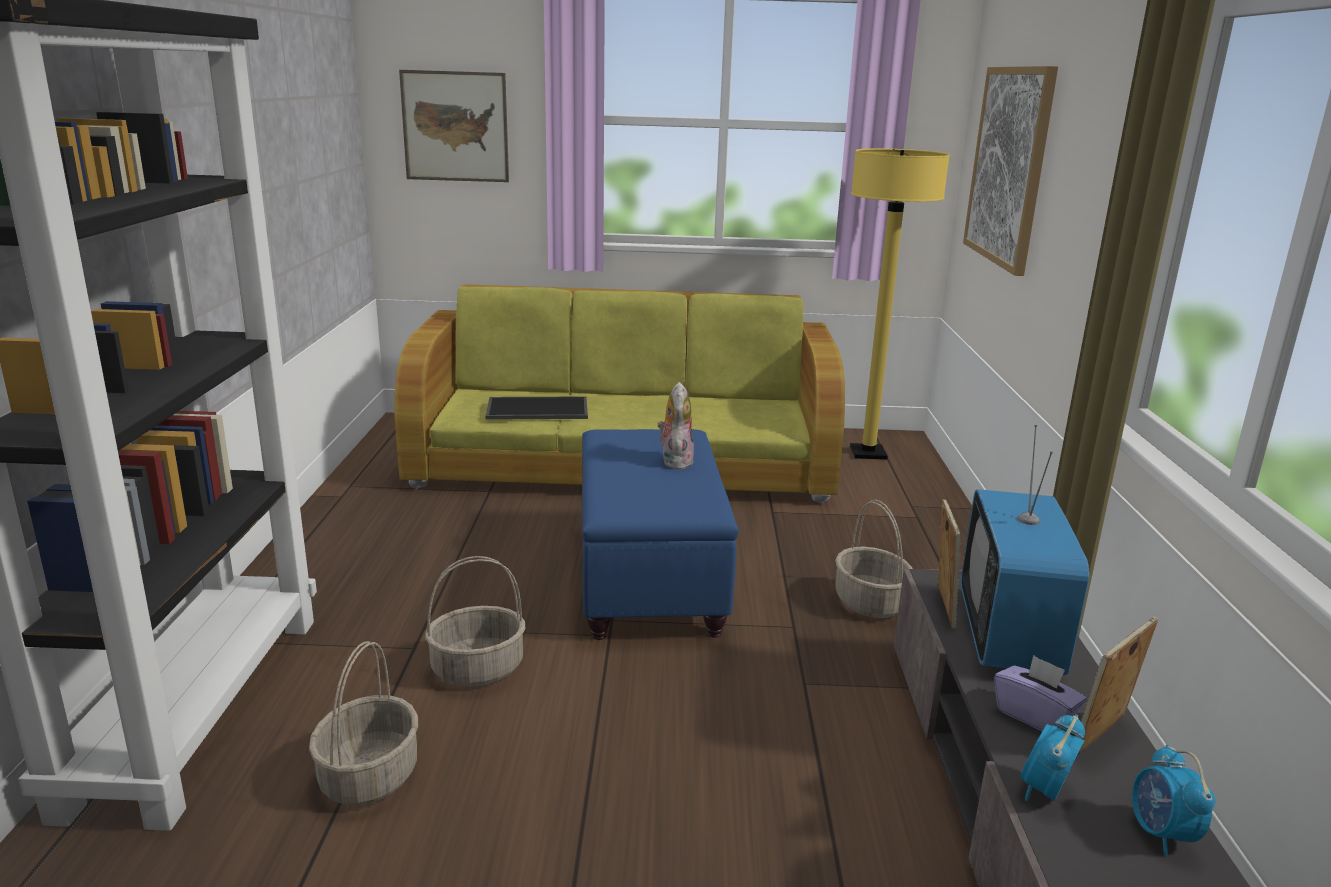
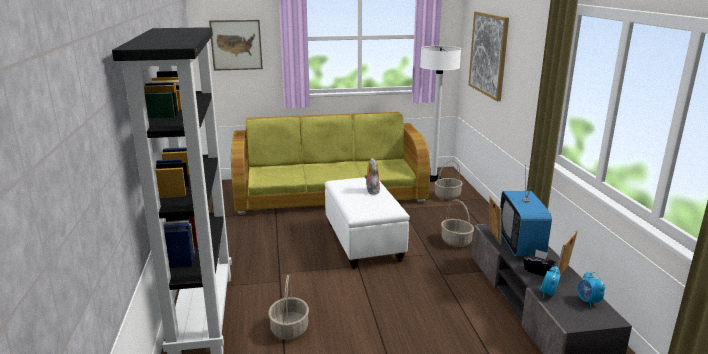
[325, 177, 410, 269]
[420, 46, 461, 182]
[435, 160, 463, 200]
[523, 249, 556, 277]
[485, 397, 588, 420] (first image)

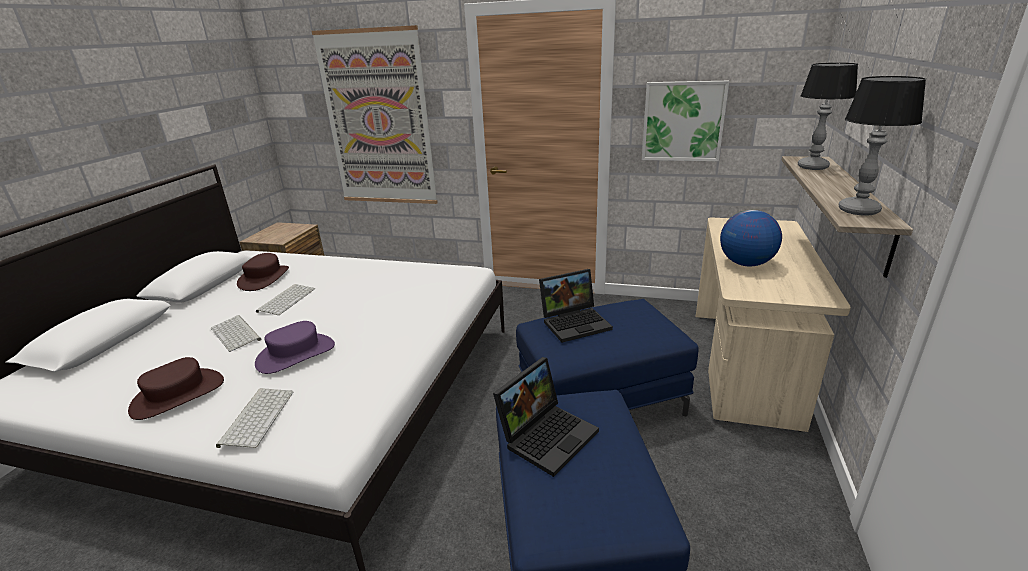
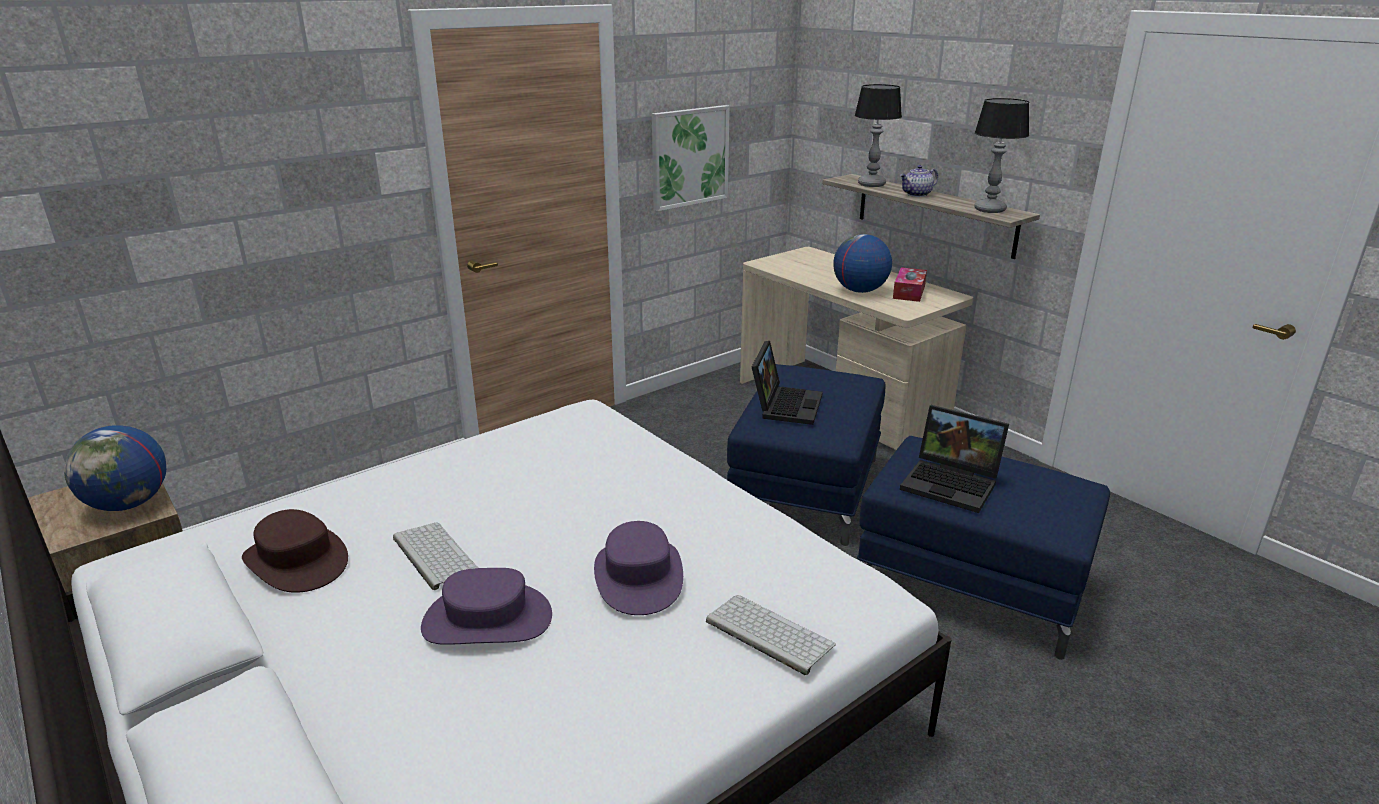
[64, 425, 166, 511]
[421, 568, 552, 645]
[893, 267, 927, 302]
[900, 165, 938, 197]
[900, 405, 1009, 513]
[128, 357, 224, 420] (first image)
[312, 25, 438, 204] (first image)

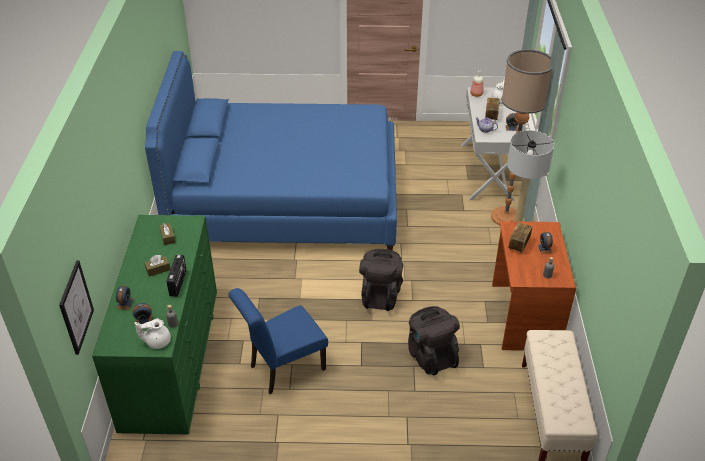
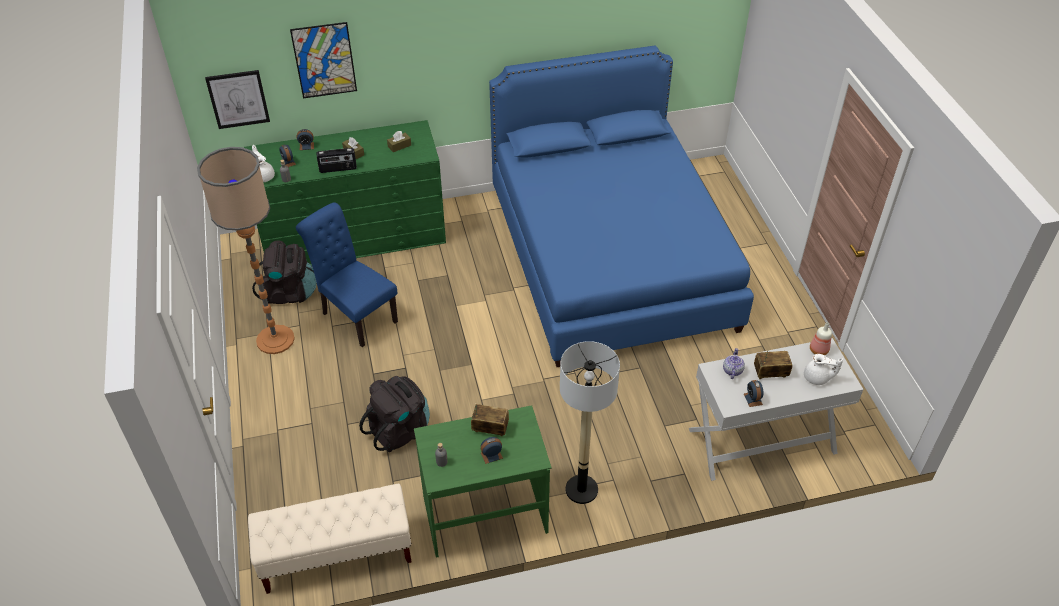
[197, 147, 295, 354]
[252, 240, 317, 304]
[290, 22, 357, 99]
[414, 405, 552, 558]

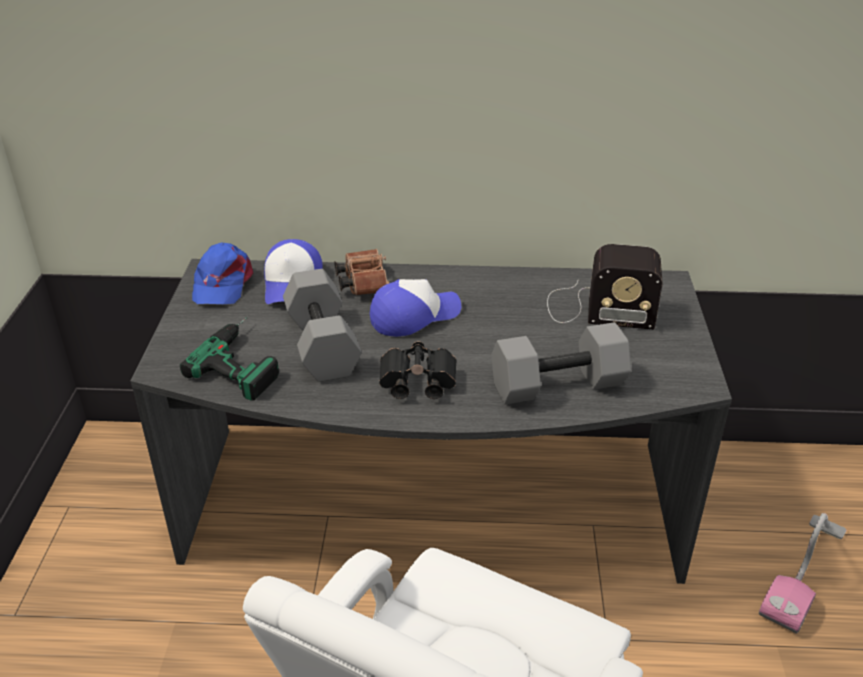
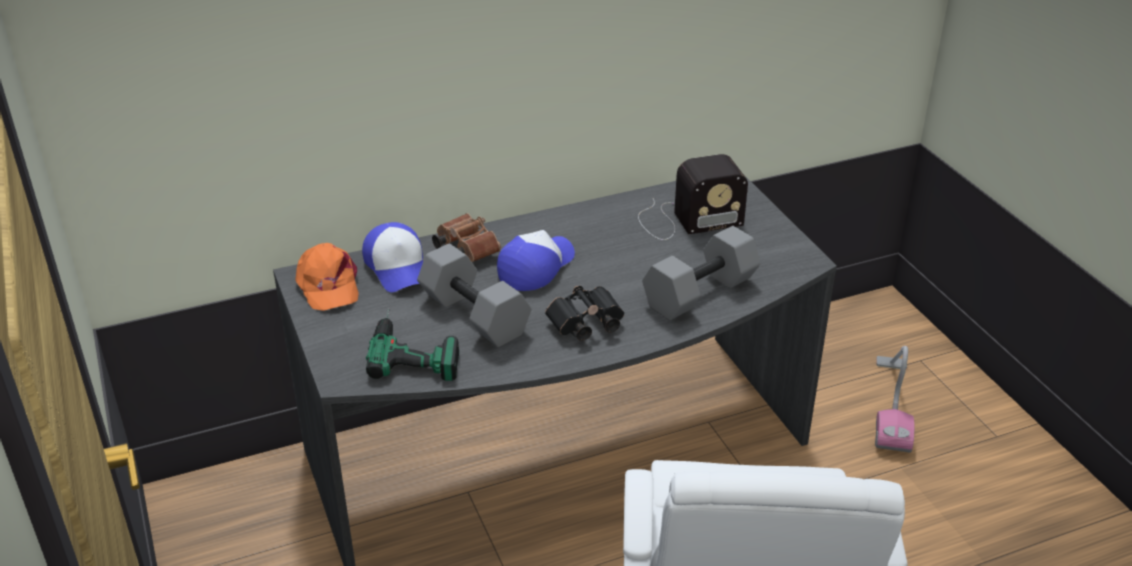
[295, 243, 359, 311]

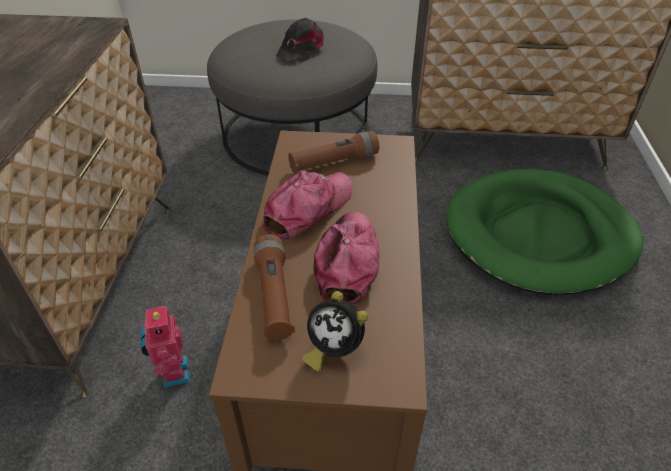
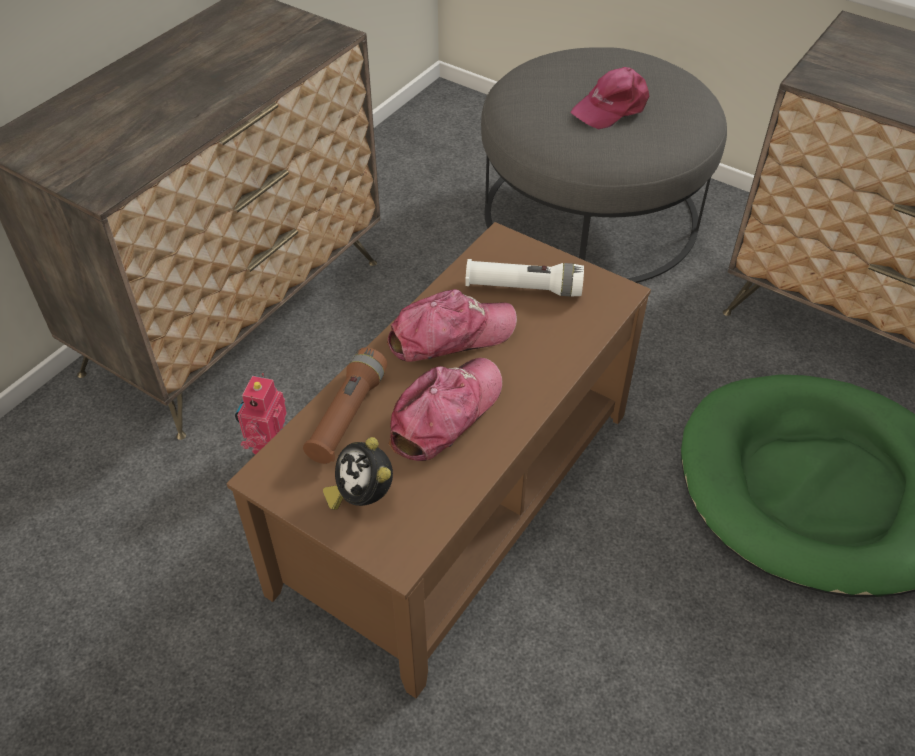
[465, 259, 584, 297]
[571, 67, 649, 129]

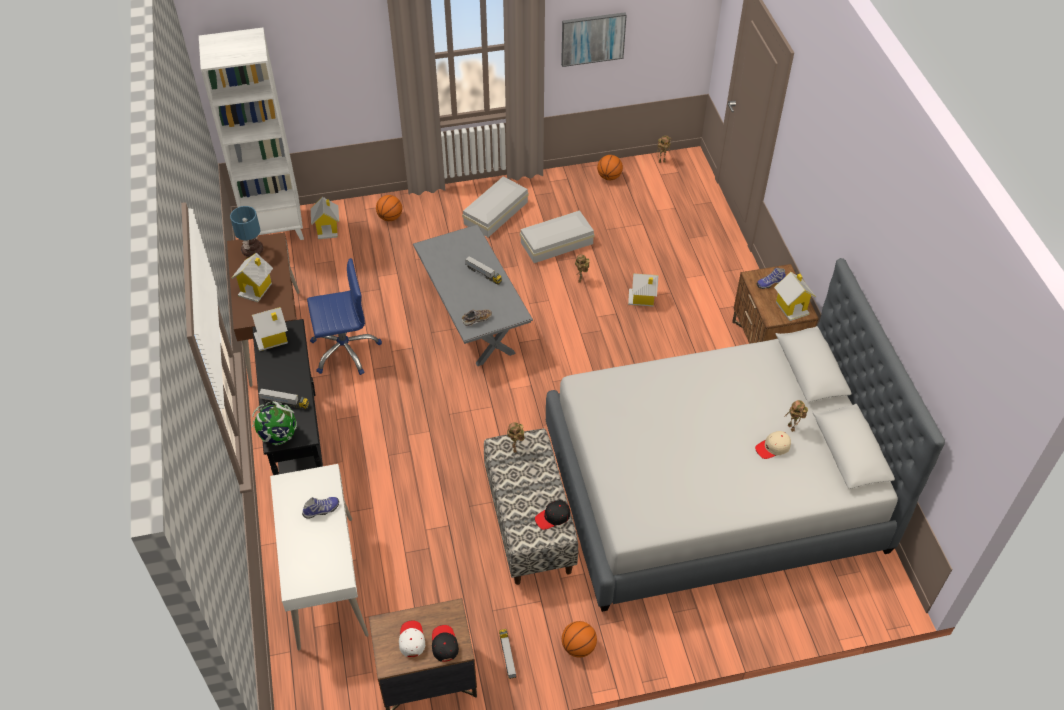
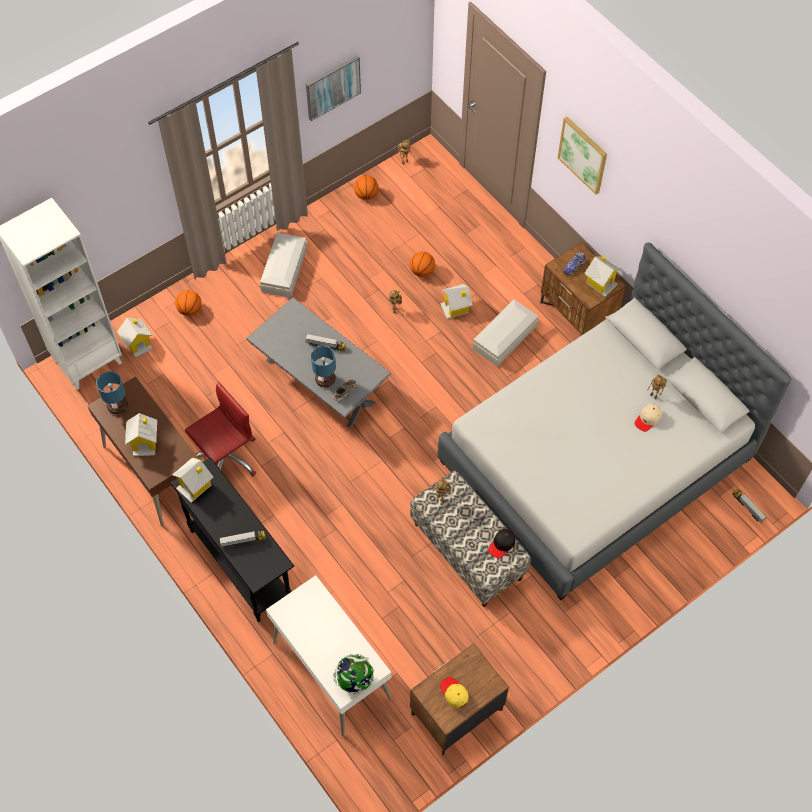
[185, 382, 256, 477]
[311, 345, 336, 387]
[333, 654, 374, 694]
[410, 252, 435, 277]
[440, 677, 468, 708]
[472, 299, 539, 367]
[558, 117, 607, 195]
[732, 489, 767, 523]
[302, 497, 339, 519] (first image)
[432, 625, 459, 662] (first image)

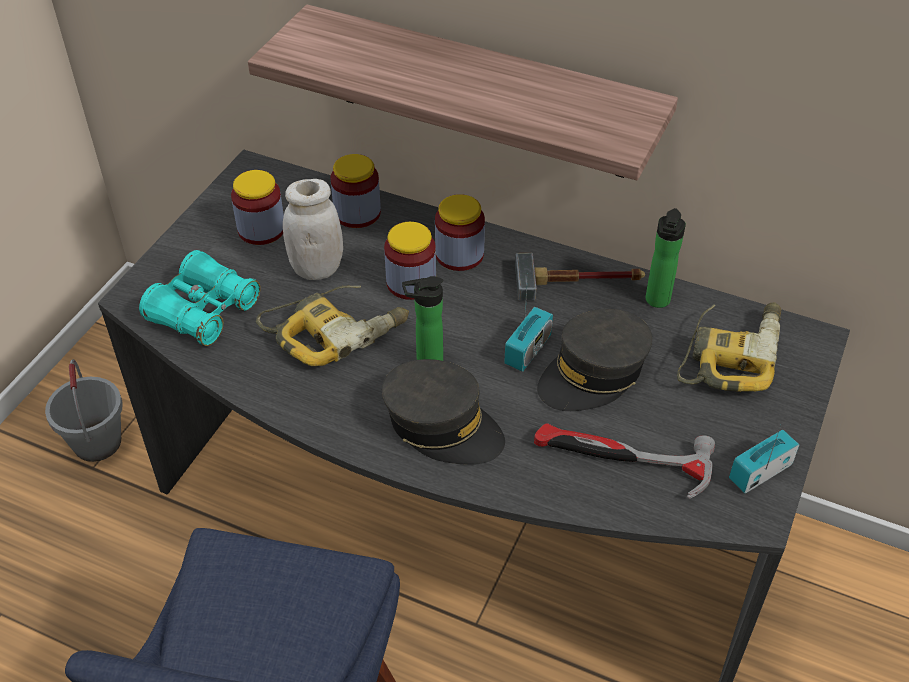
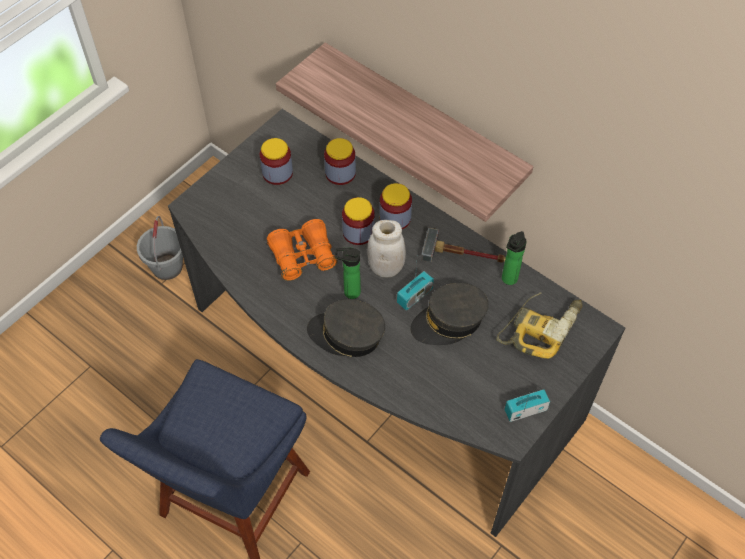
[267, 219, 337, 281]
[307, 299, 385, 357]
[367, 220, 406, 277]
[139, 250, 261, 346] (first image)
[534, 423, 715, 499] (first image)

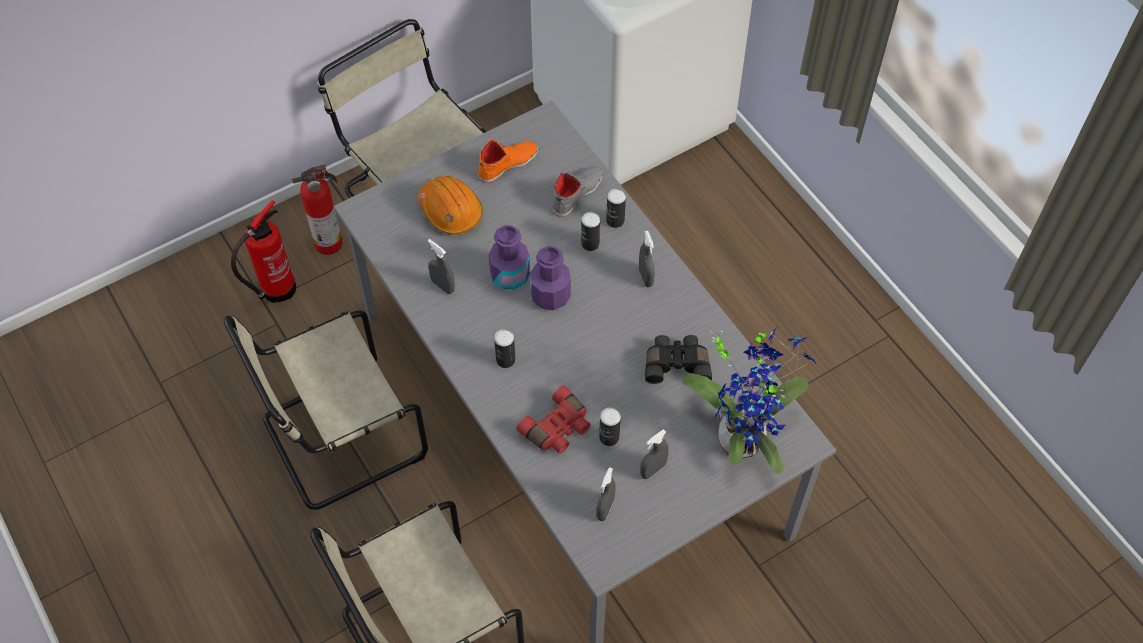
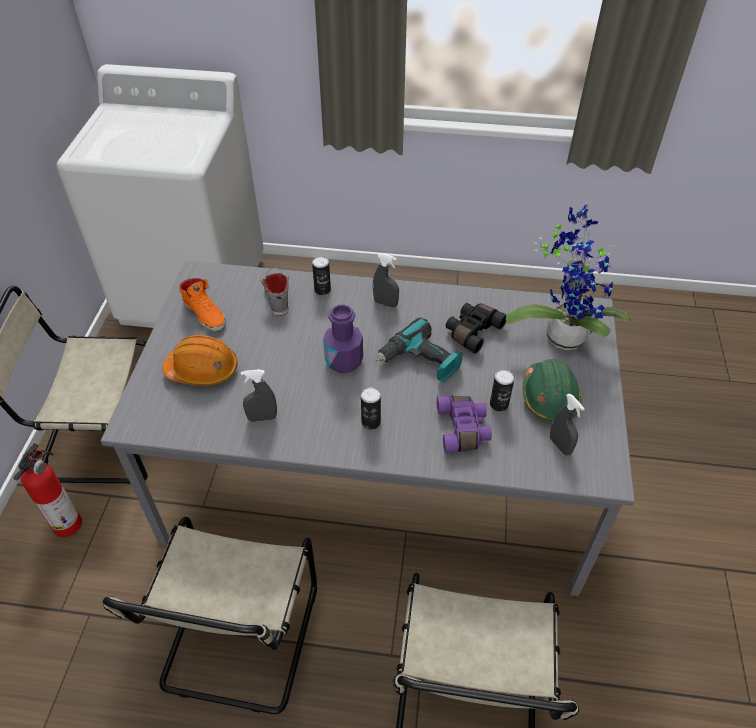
[179, 278, 226, 331]
[376, 318, 462, 383]
[437, 396, 492, 453]
[522, 359, 581, 422]
[231, 200, 296, 303] (first image)
[488, 225, 530, 289] (first image)
[581, 212, 600, 251] (first image)

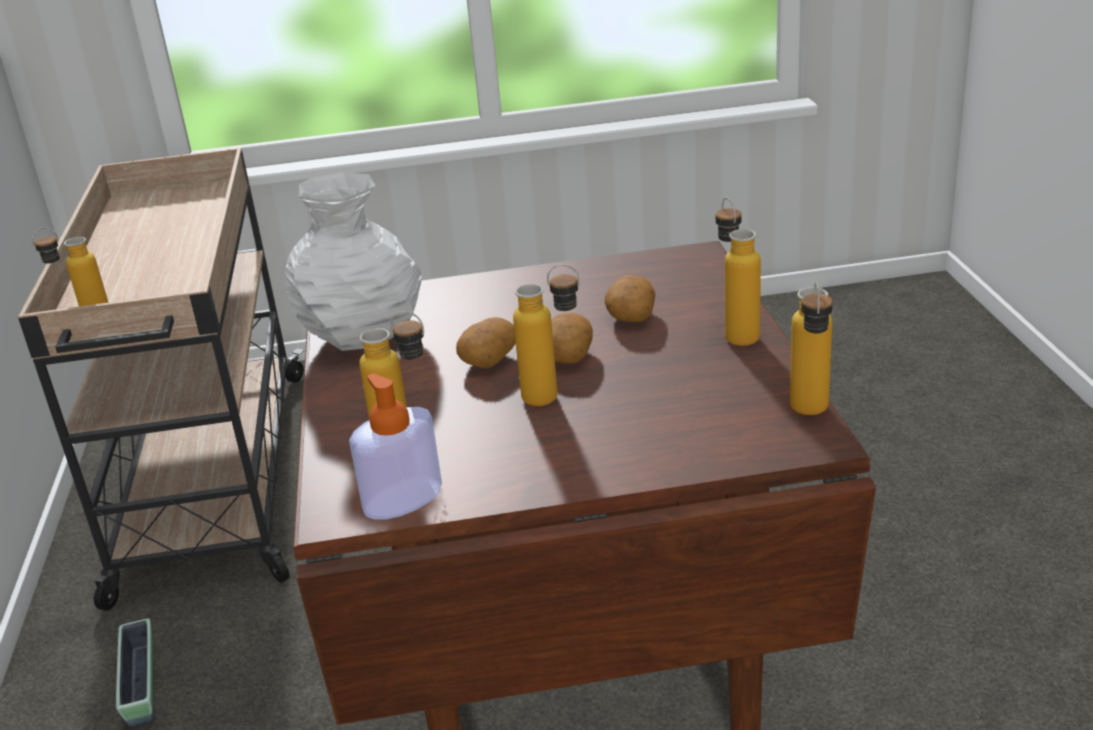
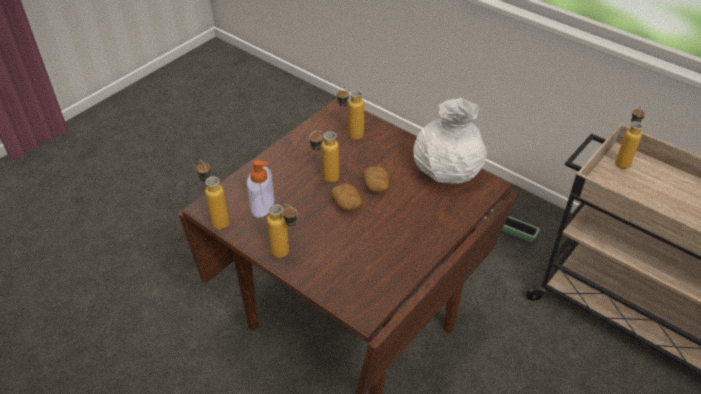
[247, 160, 274, 218]
[605, 275, 655, 322] (first image)

